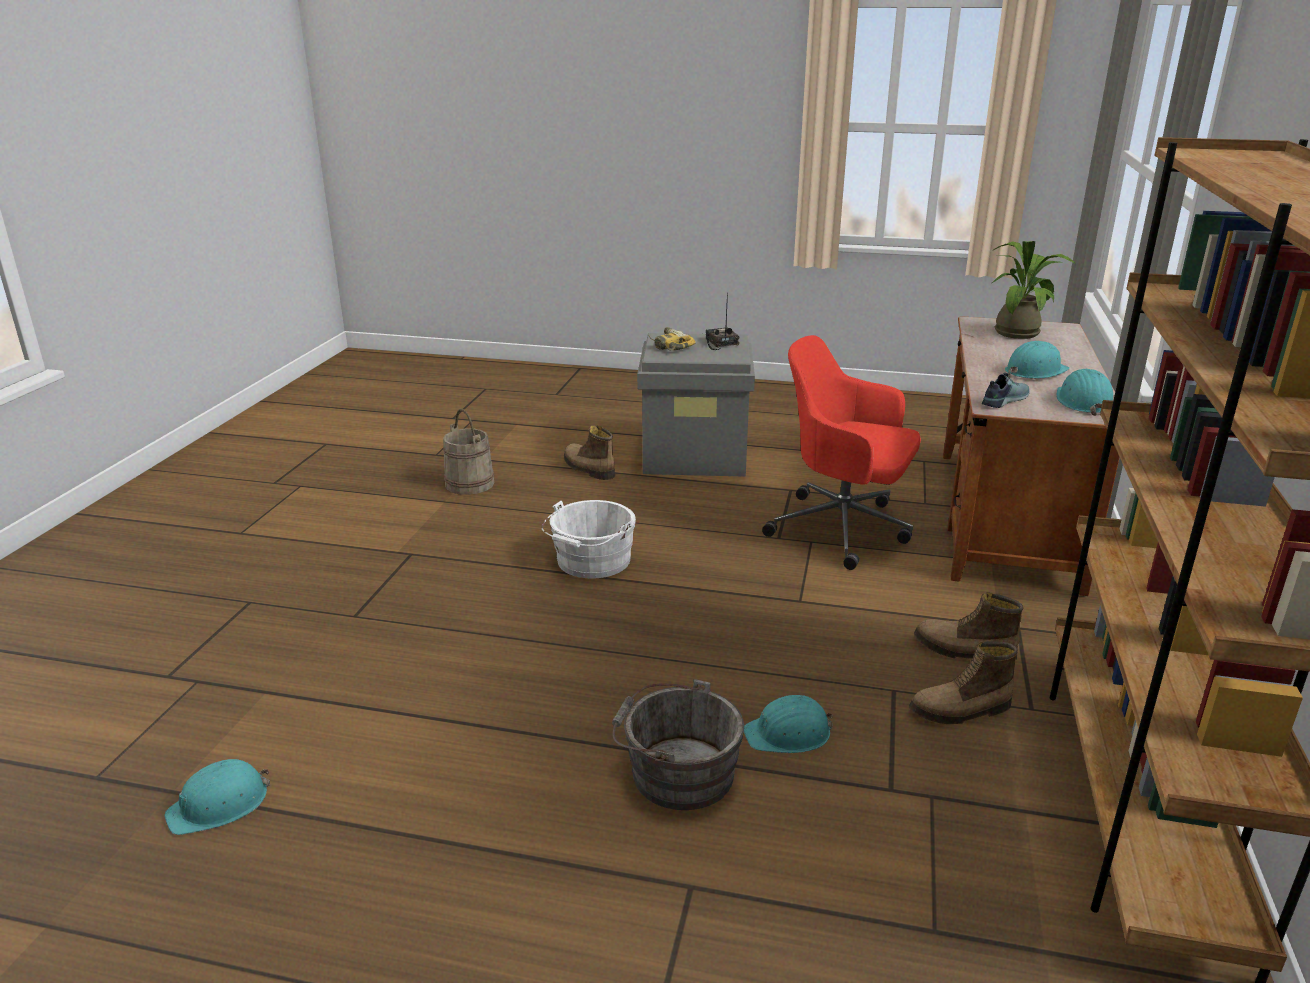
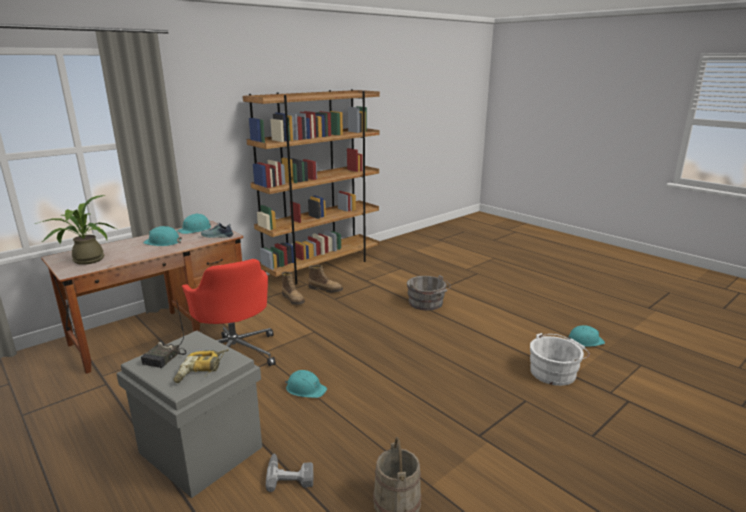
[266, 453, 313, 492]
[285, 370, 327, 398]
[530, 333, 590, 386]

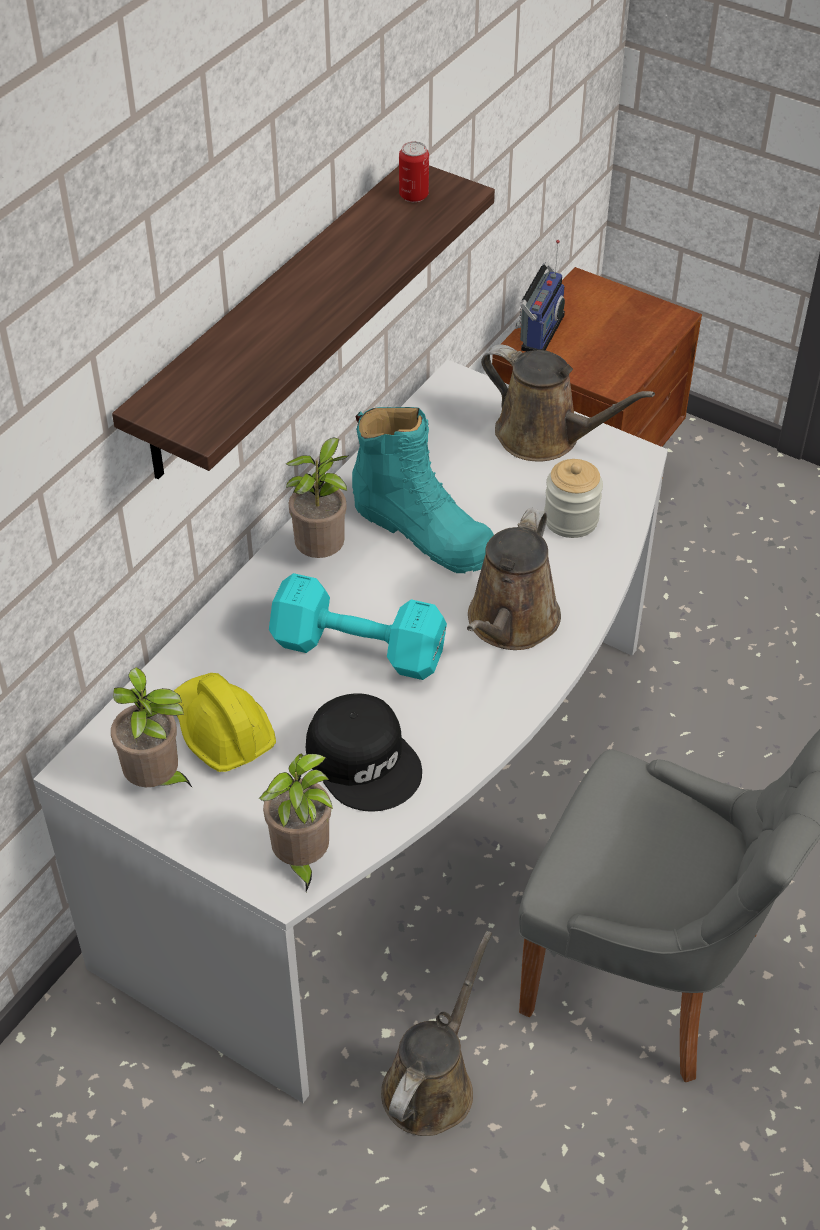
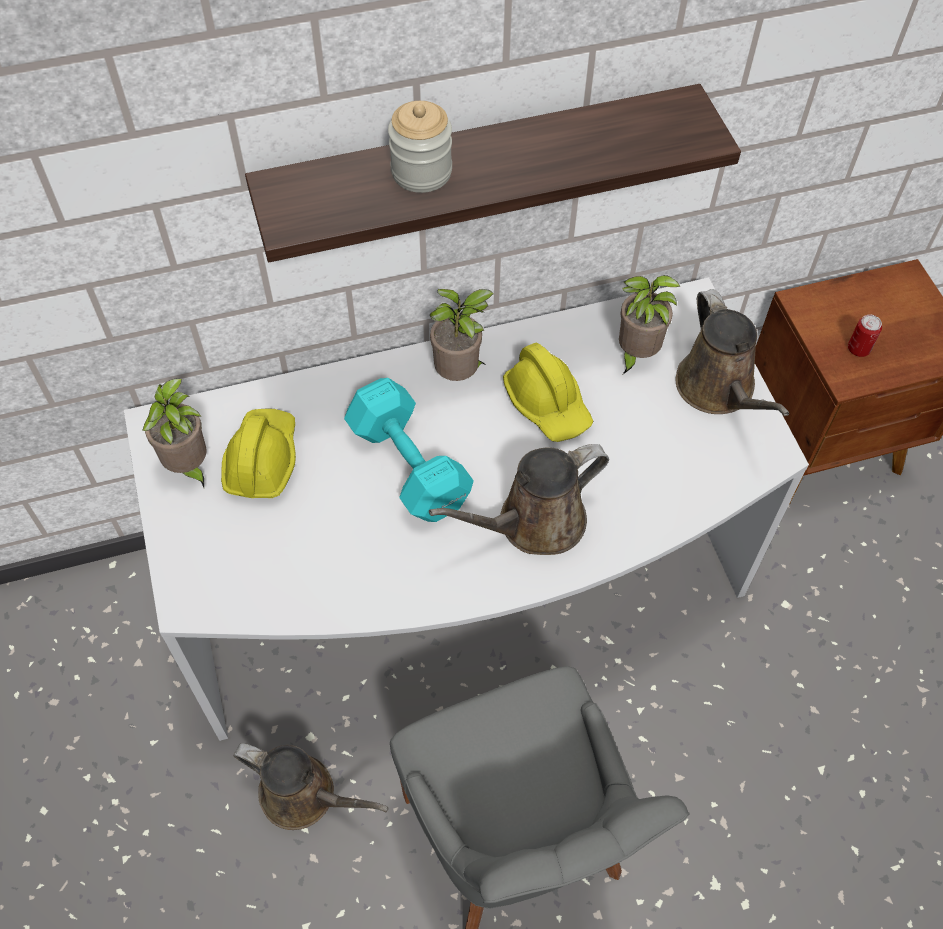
[233, 743, 389, 830]
[388, 101, 452, 193]
[503, 343, 593, 442]
[619, 275, 680, 374]
[848, 315, 882, 357]
[306, 693, 422, 812] (first image)
[515, 240, 565, 352] (first image)

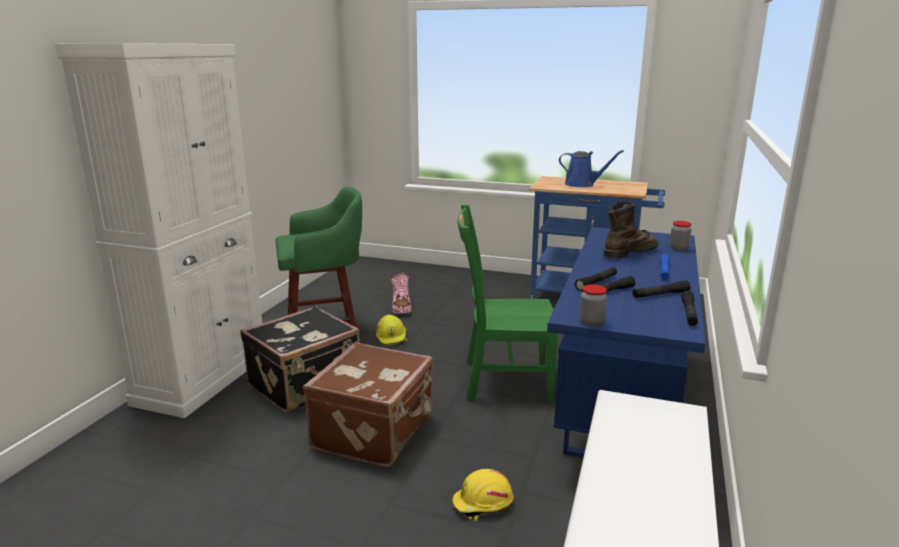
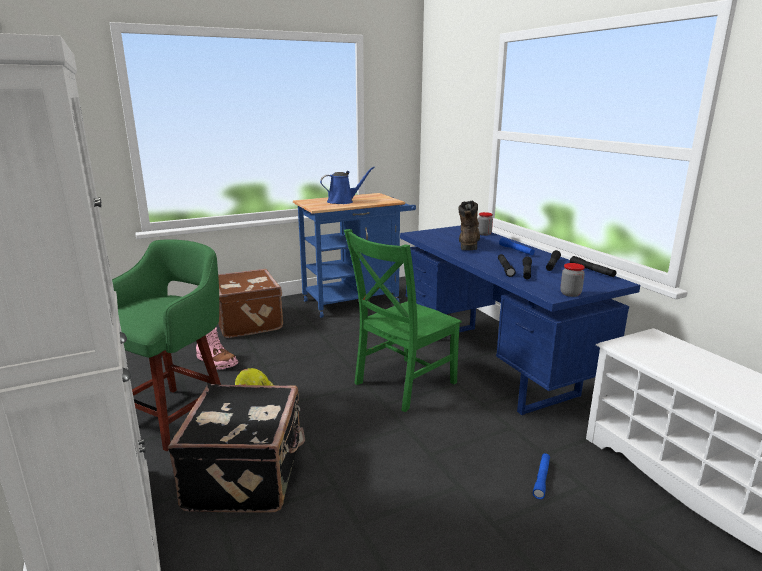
[218, 269, 283, 338]
[533, 453, 550, 499]

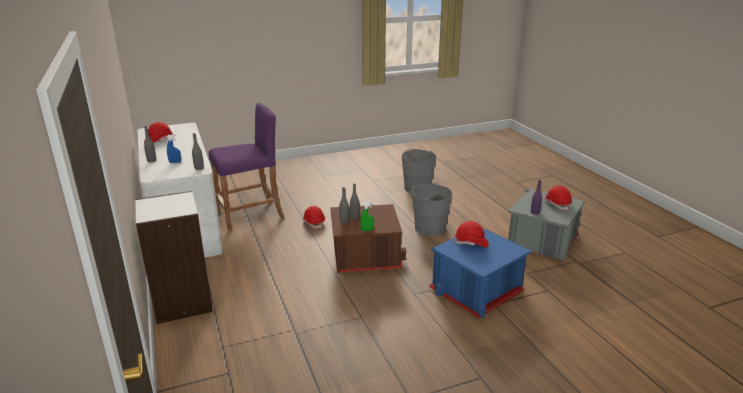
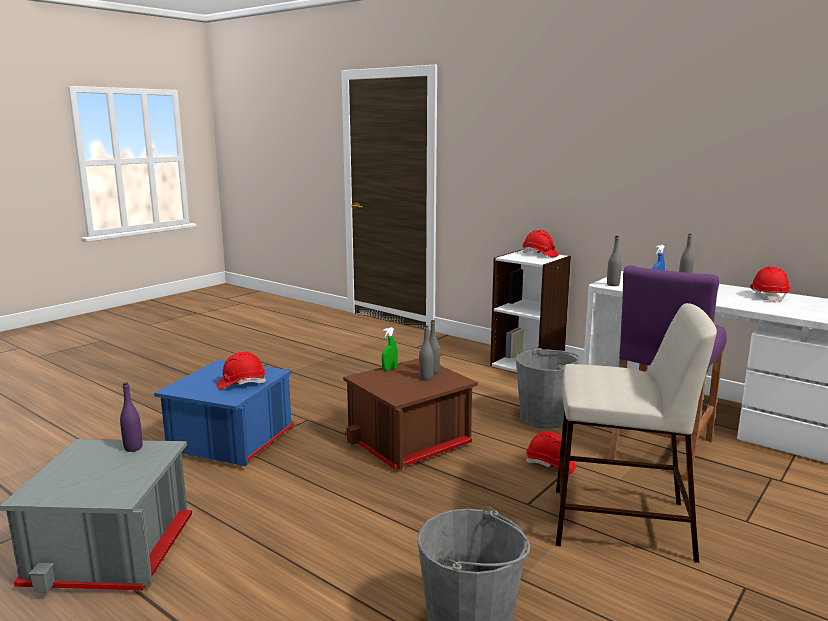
[516, 346, 580, 429]
[523, 230, 559, 257]
[556, 303, 717, 563]

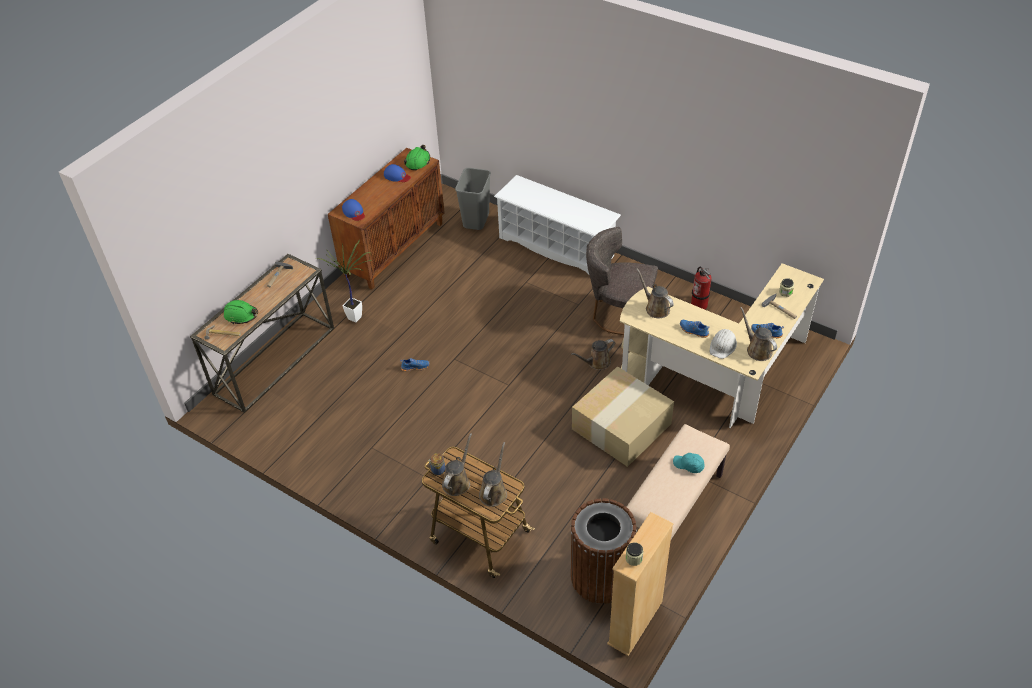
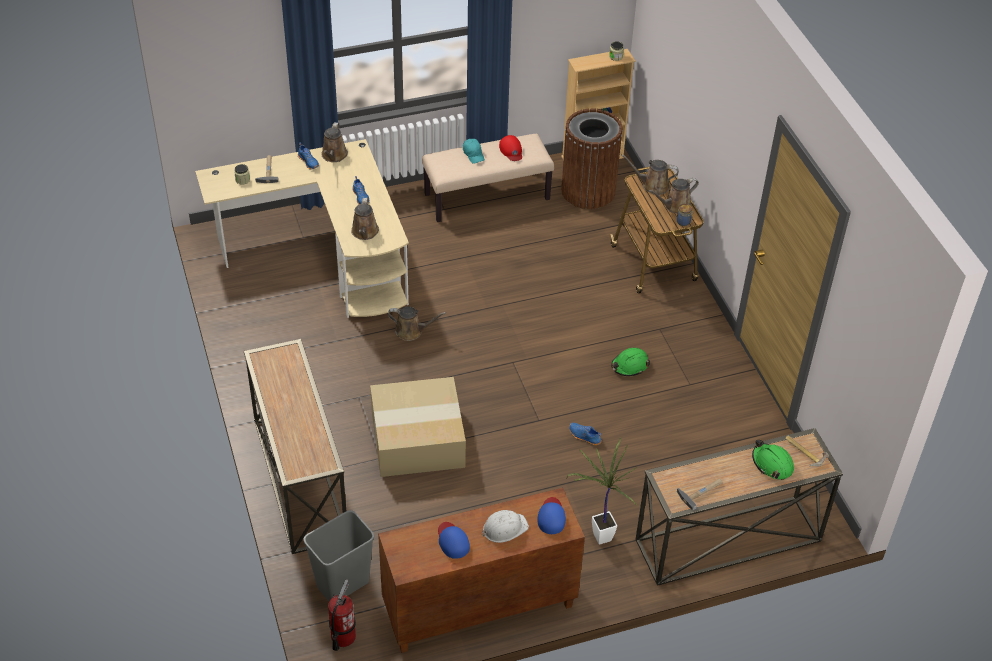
[244, 339, 346, 554]
[328, 579, 356, 651]
[370, 377, 466, 477]
[482, 510, 529, 543]
[499, 135, 522, 161]
[611, 348, 650, 376]
[621, 154, 679, 195]
[586, 227, 658, 335] (first image)

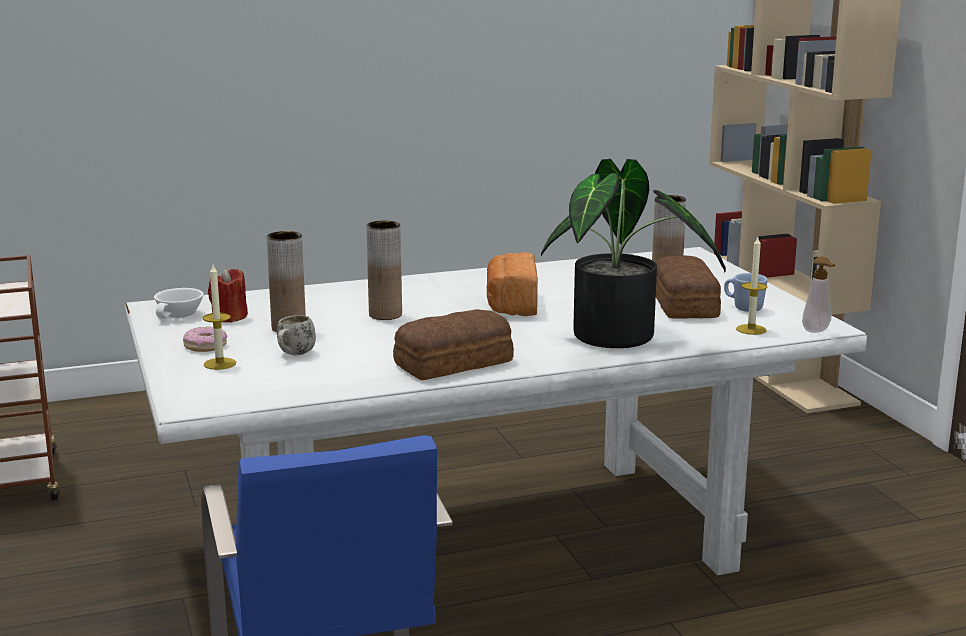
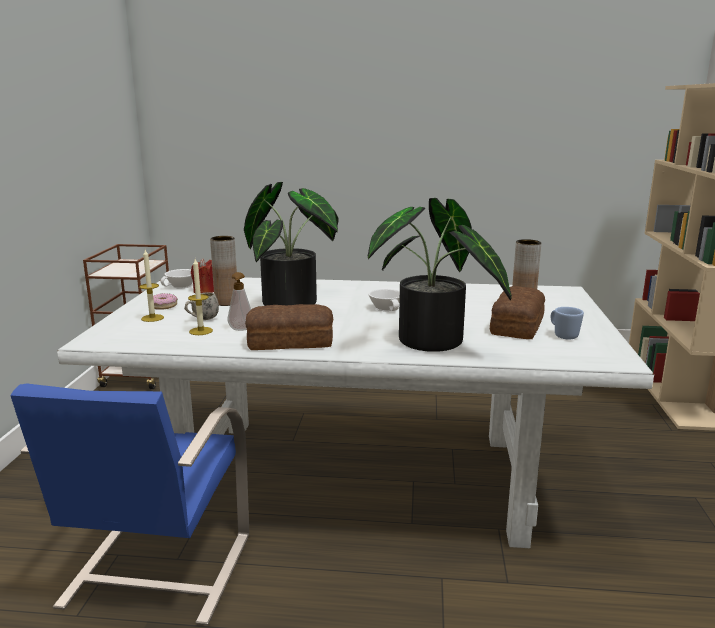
[188, 259, 213, 335]
[228, 272, 251, 331]
[244, 182, 339, 306]
[368, 289, 400, 311]

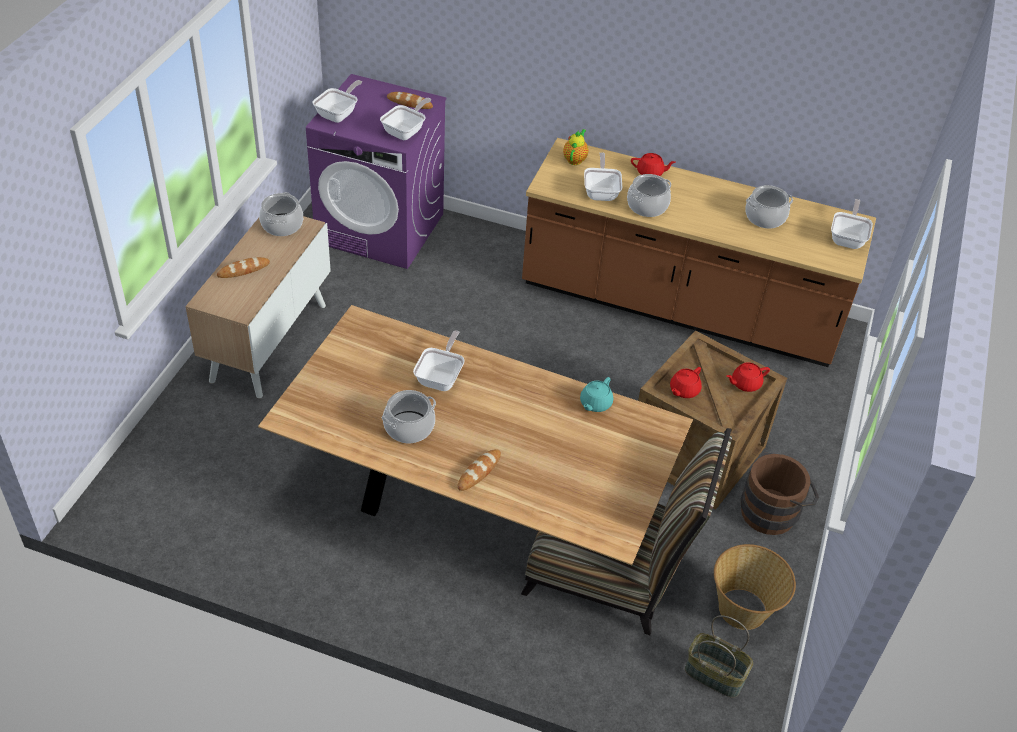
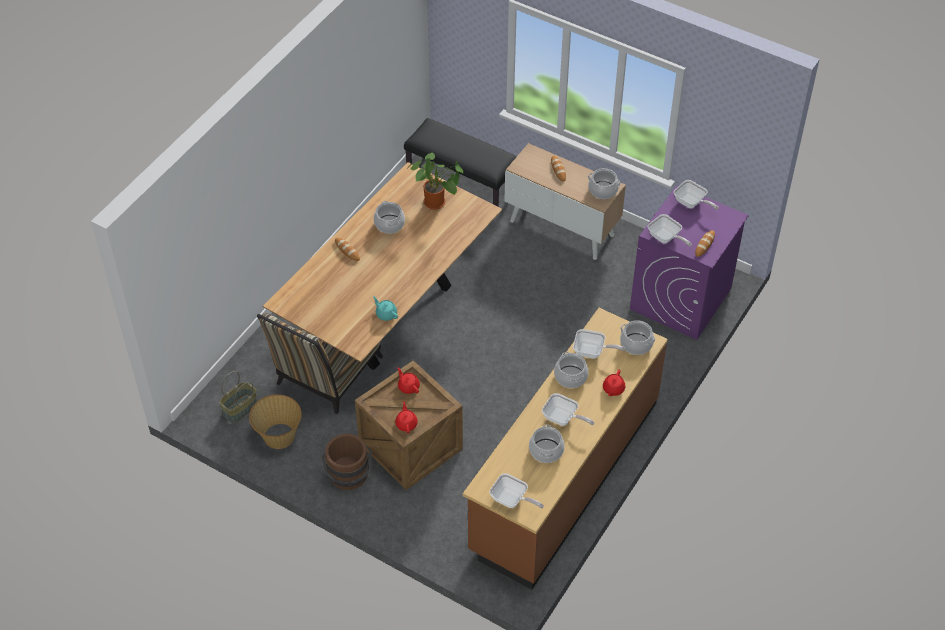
[404, 118, 517, 207]
[408, 153, 463, 210]
[542, 393, 594, 426]
[620, 320, 655, 355]

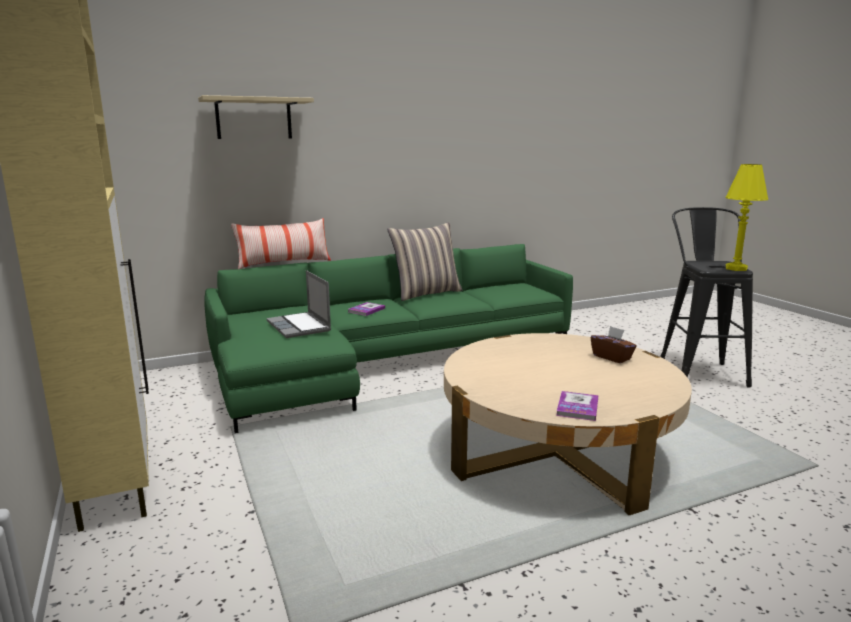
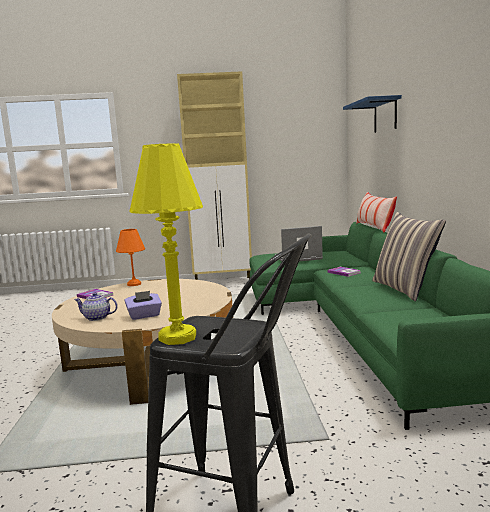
[74, 292, 118, 321]
[116, 229, 145, 286]
[124, 291, 162, 320]
[343, 95, 402, 133]

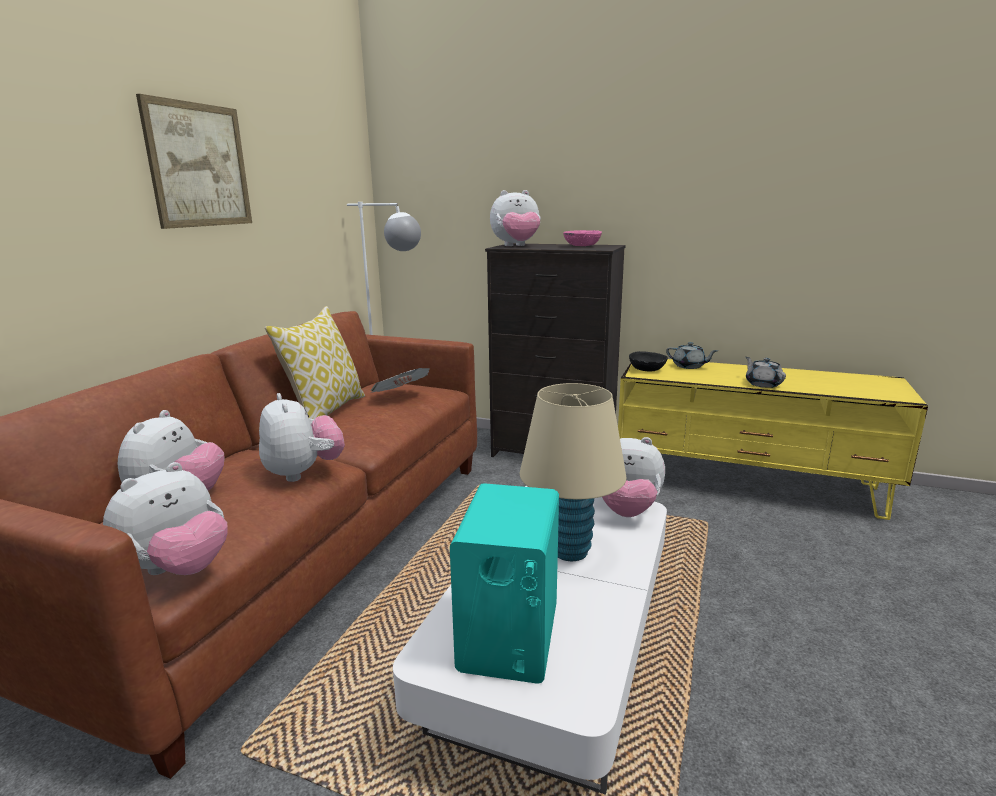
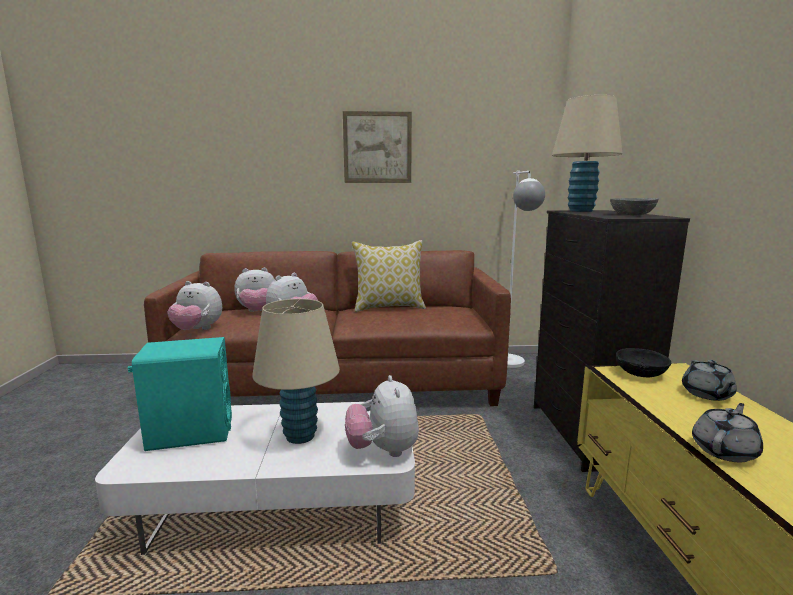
[552, 95, 623, 212]
[610, 198, 659, 215]
[370, 368, 430, 393] (first image)

